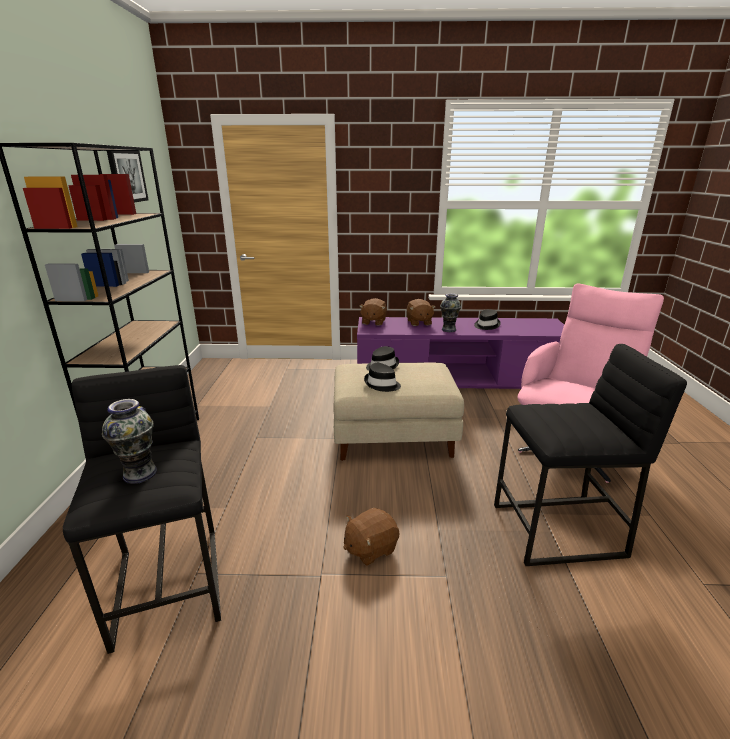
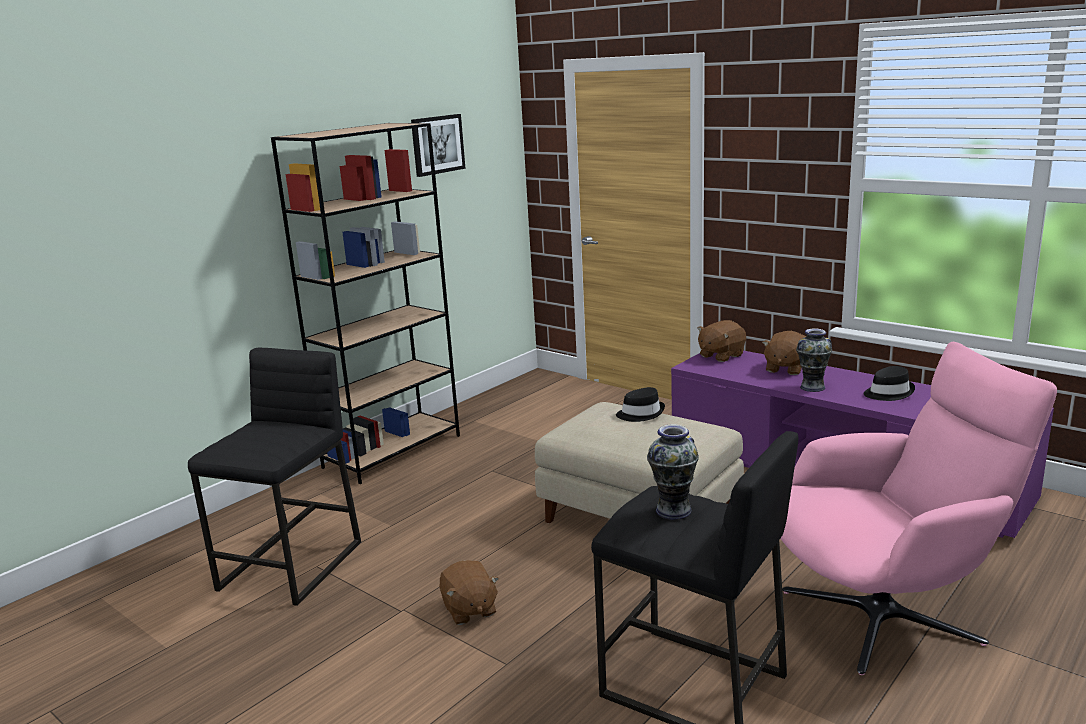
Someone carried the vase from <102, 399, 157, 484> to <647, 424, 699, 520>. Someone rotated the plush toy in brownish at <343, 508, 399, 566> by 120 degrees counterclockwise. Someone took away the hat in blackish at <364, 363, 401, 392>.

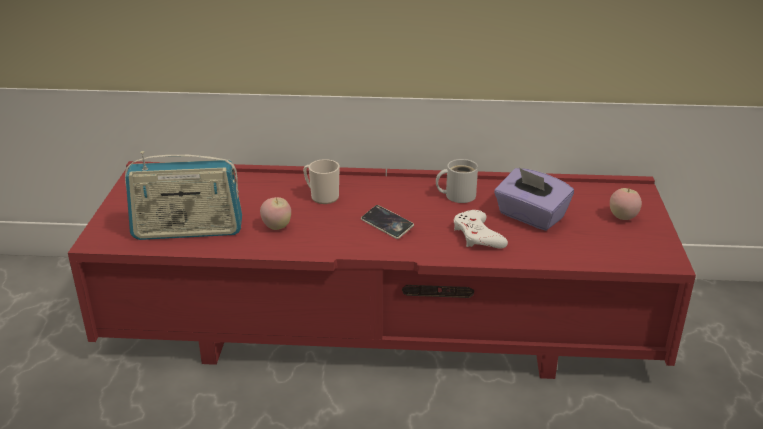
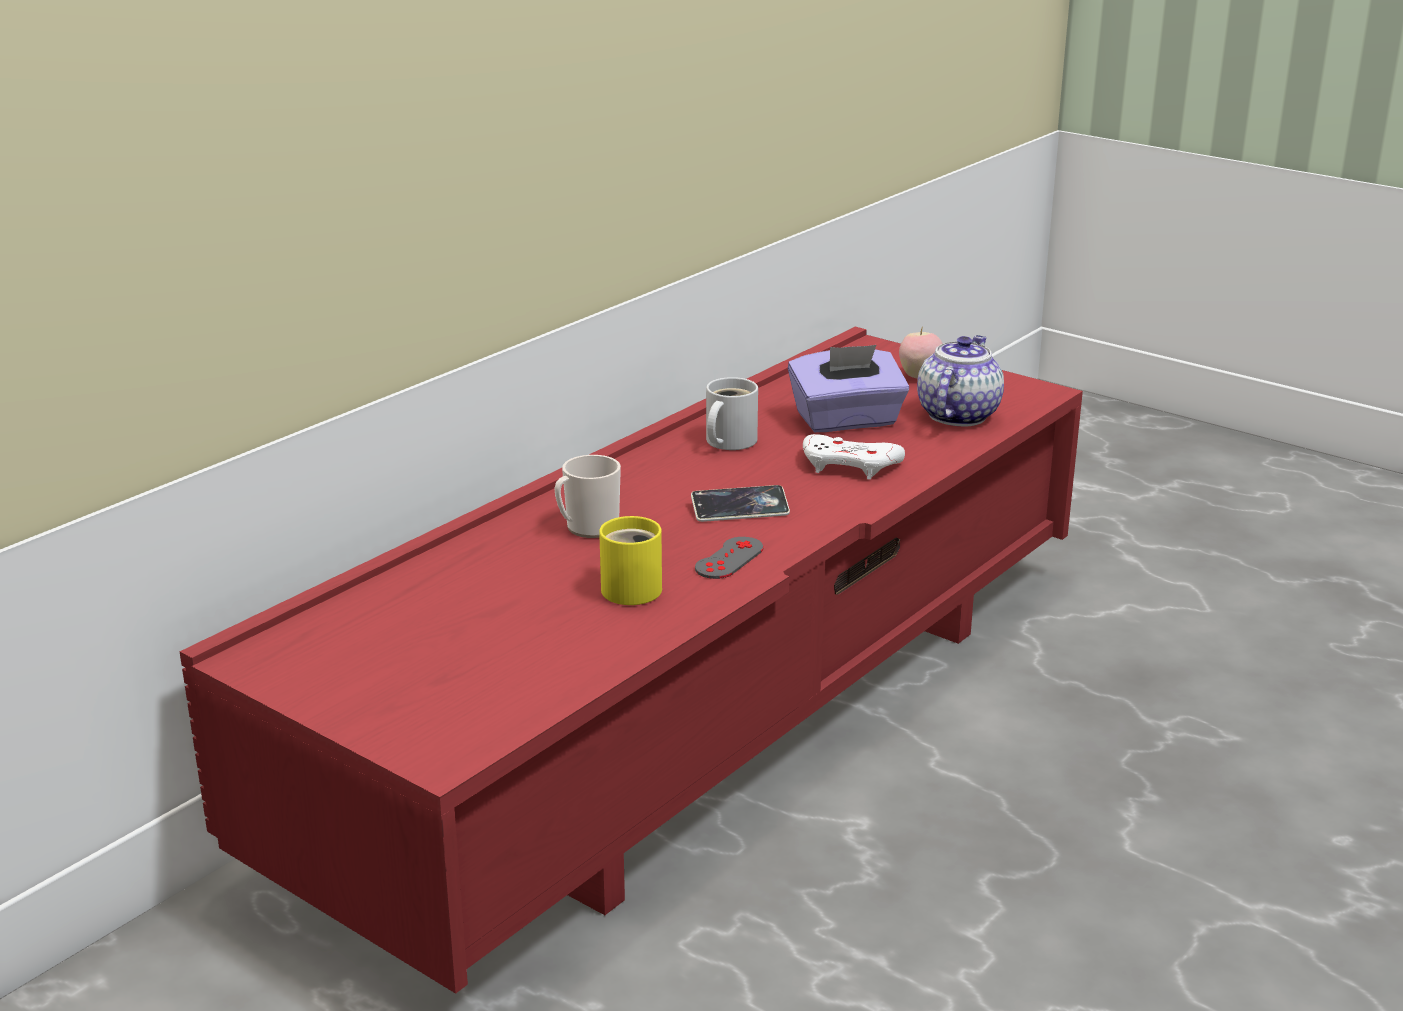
Someone took away the radio set at <125, 151, 242, 240>. Someone swapped the whole apple at <260, 197, 291, 230> for the tea mug in yellow at <599, 516, 662, 605>. Someone put down the joypad in grey at <695, 537, 764, 579>. Someone put down the teapot at <917, 335, 1004, 426>.

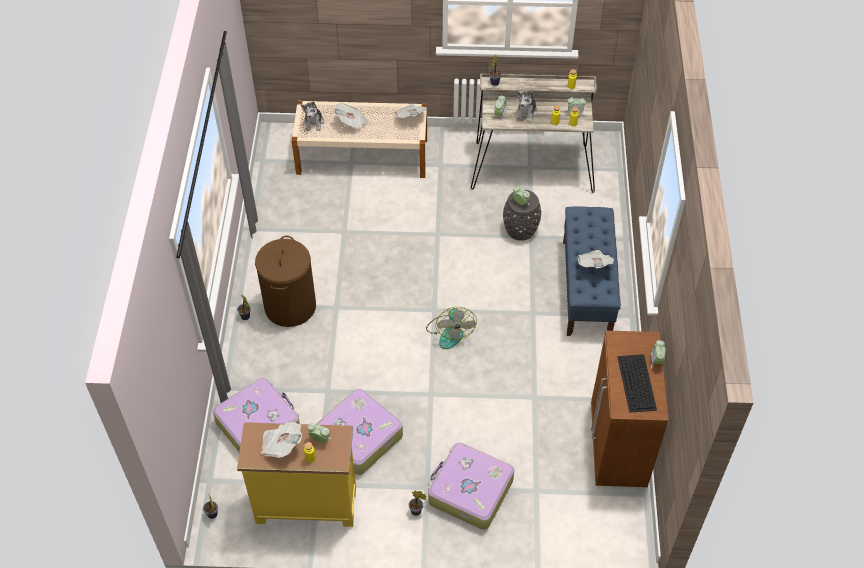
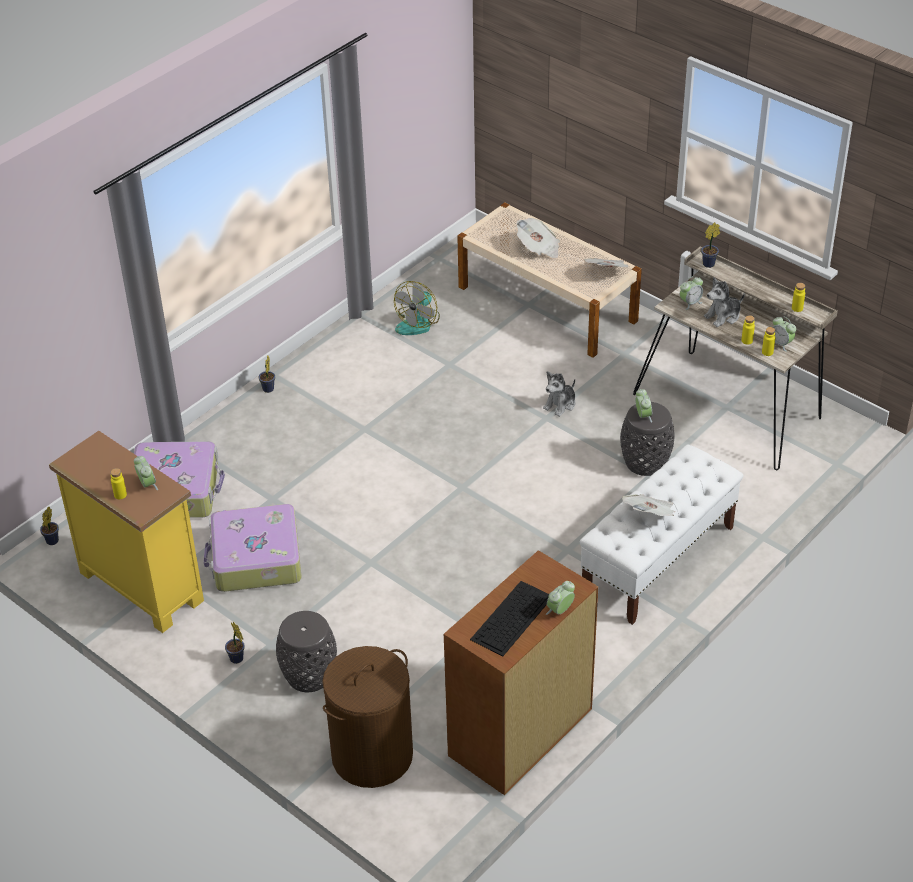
Someone carried the hamper in brownish from <255, 236, 316, 327> to <322, 646, 413, 788>. Someone took away the daily paper at <261, 421, 302, 458>. Someone carried the plush toy from <301, 101, 324, 131> to <543, 371, 576, 417>. Someone carried the cooling fan from <426, 307, 477, 349> to <394, 281, 440, 335>. Someone swapped the suitcase at <428, 443, 514, 530> for the stool in grey at <276, 611, 337, 692>. Someone repainted the bench in blue-coloured at <563, 207, 621, 336>, which became the bench in white-coloured at <580, 444, 743, 625>.

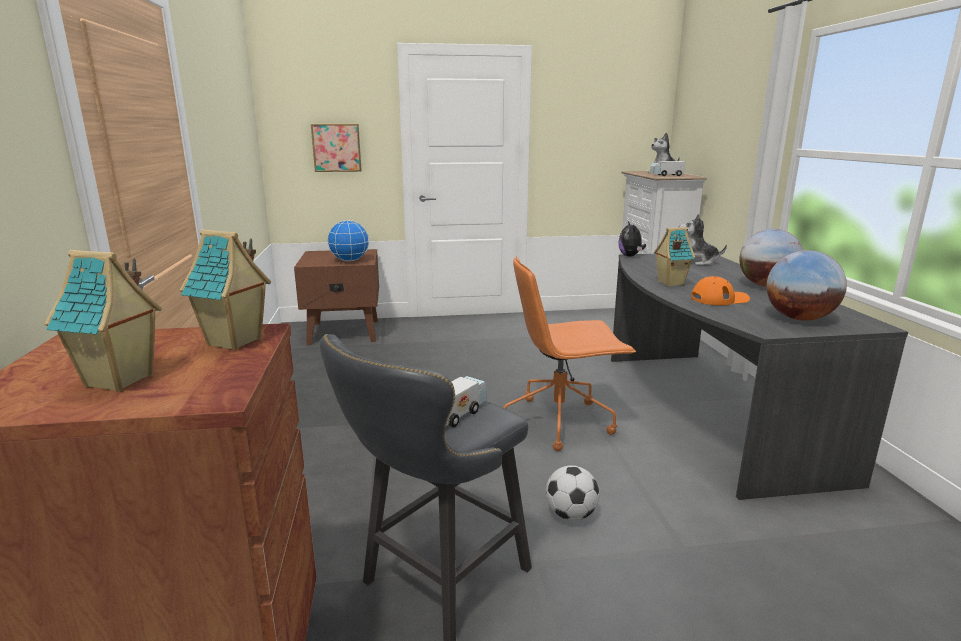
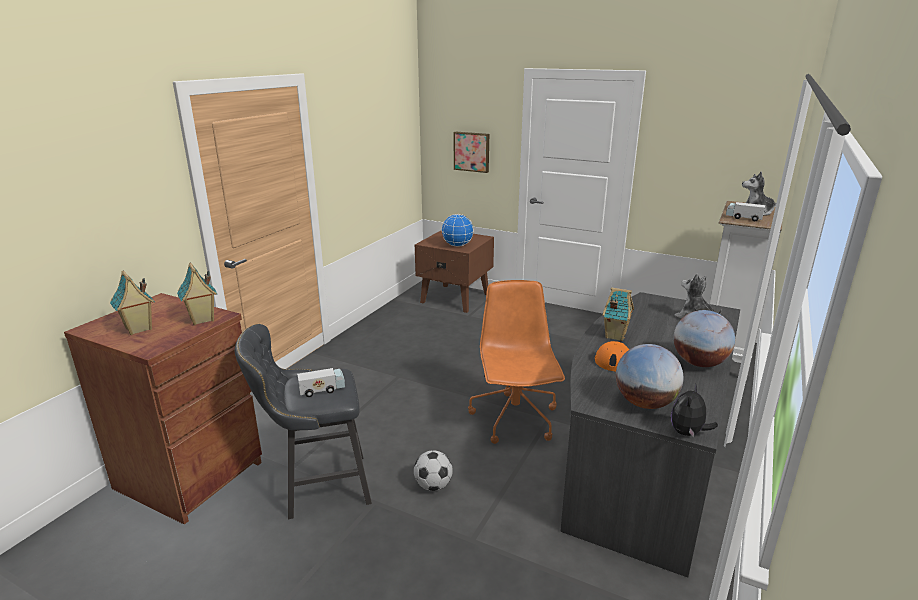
Someone rotated the computer chair in orangey at <504, 256, 636, 451> by 60 degrees clockwise. Someone carried the plush toy from <618, 221, 646, 256> to <671, 385, 718, 437>.

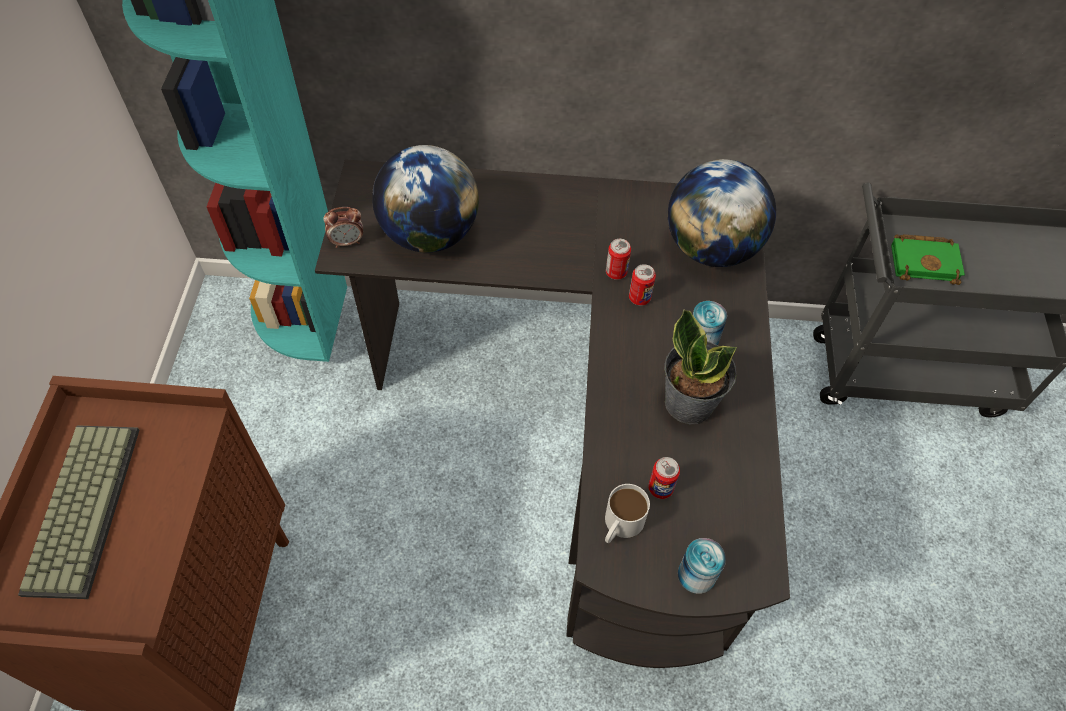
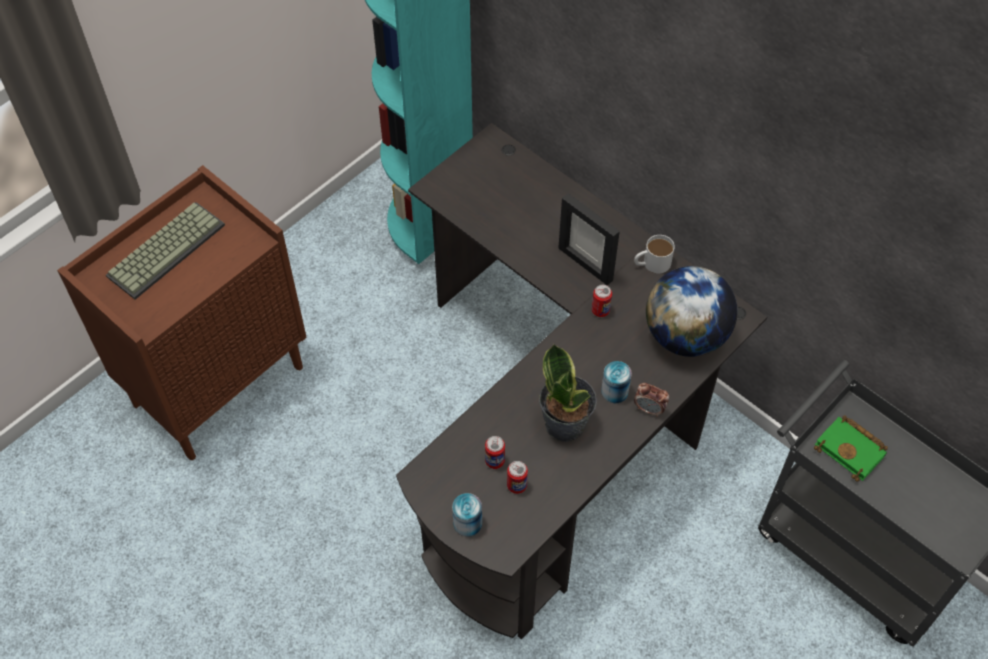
Someone carried the table clock from <323, 207, 363, 248> to <634, 383, 669, 416>. Someone took away the world globe at <372, 145, 479, 253>. Someone carried the tea mug in white-coloured from <605, 484, 650, 543> to <634, 235, 675, 274>. Someone carried the sealed can from <629, 264, 656, 305> to <507, 461, 528, 494>. Someone put down the standing frame at <558, 193, 620, 286>.

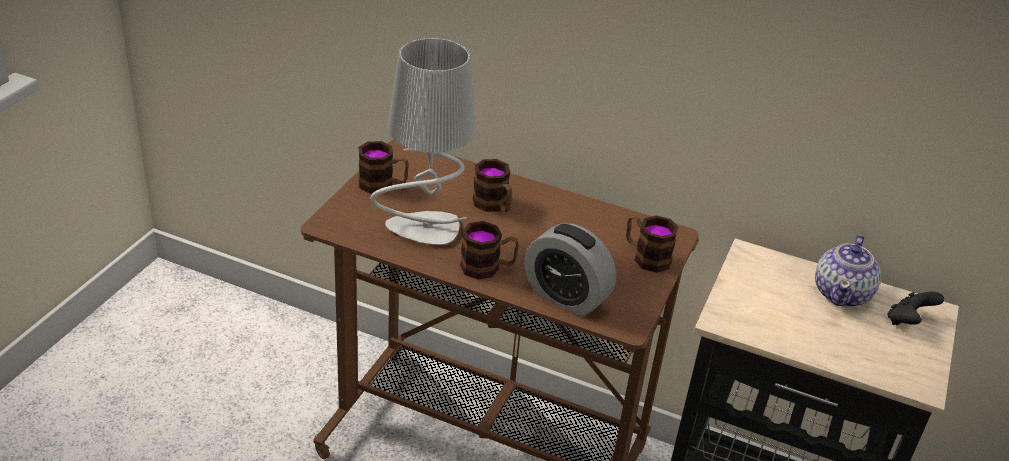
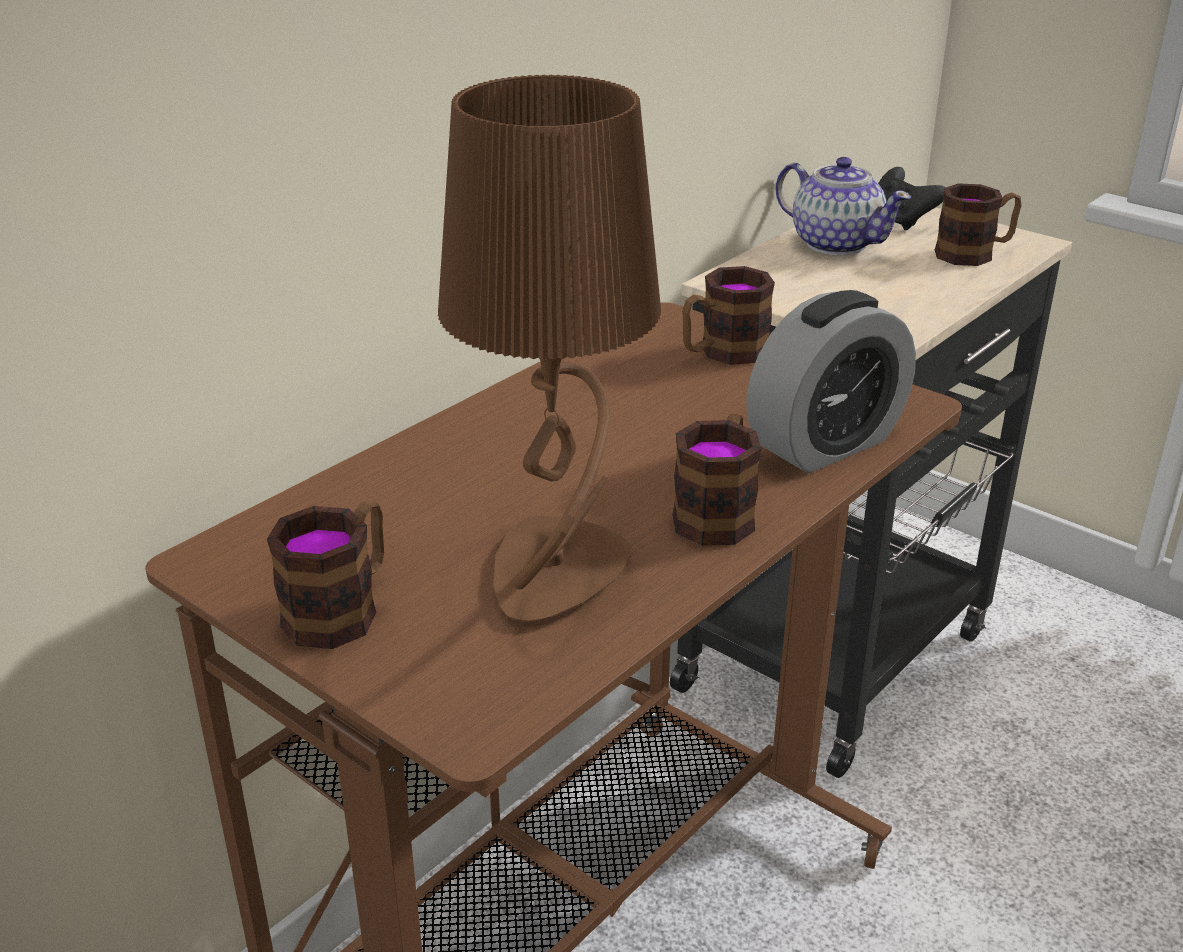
Someone repainted the lamp for a table in grey at <371, 38, 476, 245>, which became the lamp for a table in brownish at <438, 75, 661, 622>. Someone carried the tea mug from <473, 159, 512, 212> to <935, 183, 1022, 266>.

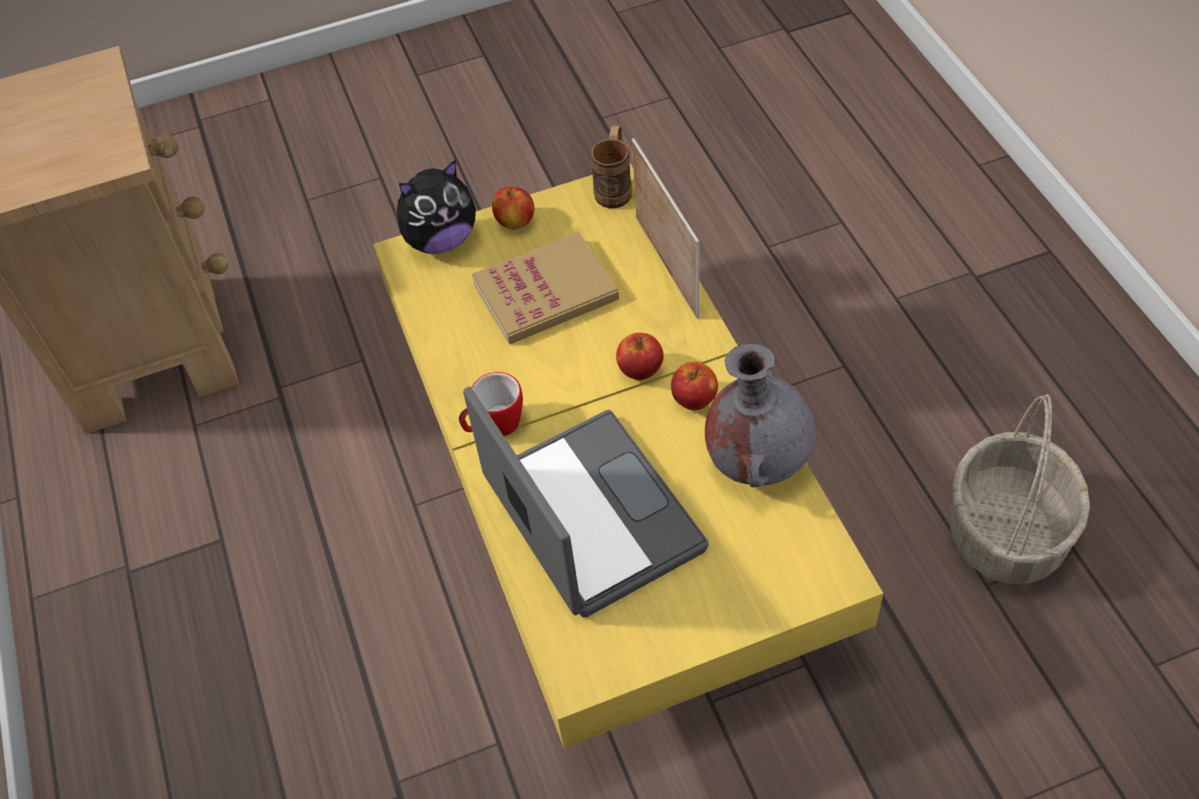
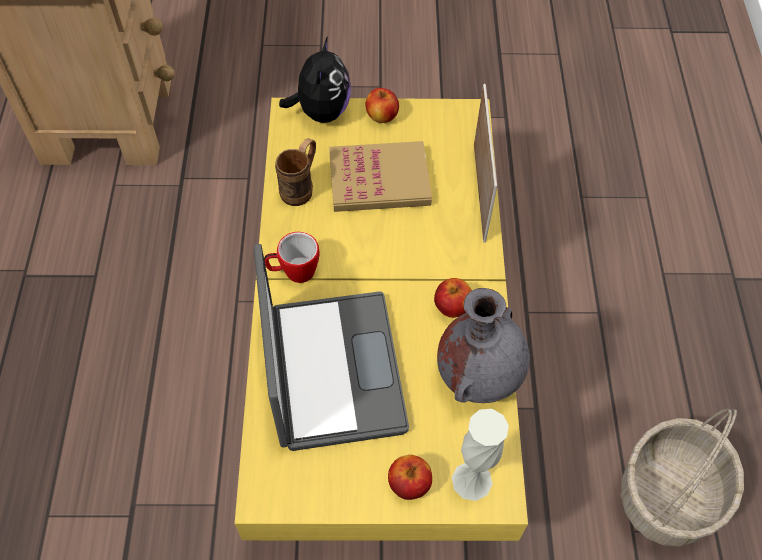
Someone rotated the plush toy at <397, 160, 476, 254> by 75 degrees counterclockwise. Someone carried the tea mug in brownish from <591, 125, 632, 208> to <275, 138, 316, 206>. Someone carried the whole apple from <616, 333, 664, 380> to <388, 455, 432, 500>. Someone put down the vase in white-coloured at <452, 409, 509, 501>.

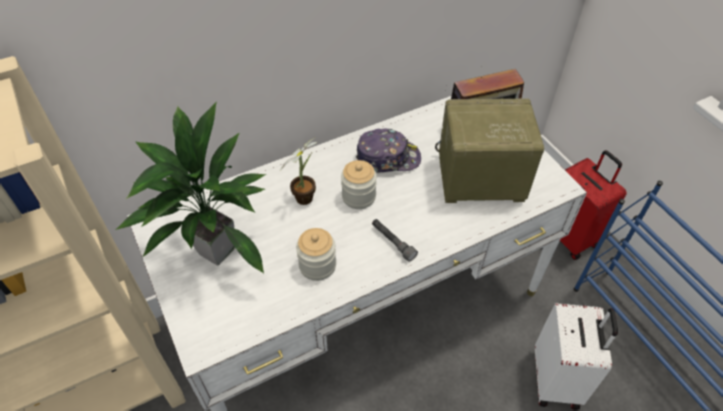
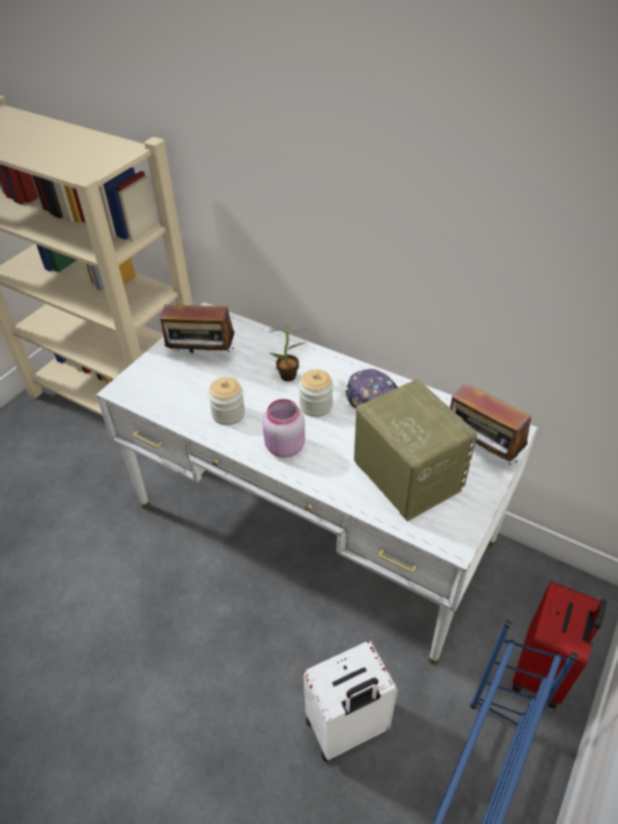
Someone swapped the potted plant at <115, 101, 266, 274> for the radio set at <160, 303, 234, 360>. Someone swapped the hand torch in grey at <372, 219, 418, 262> for the jar in pink at <262, 399, 305, 458>.

